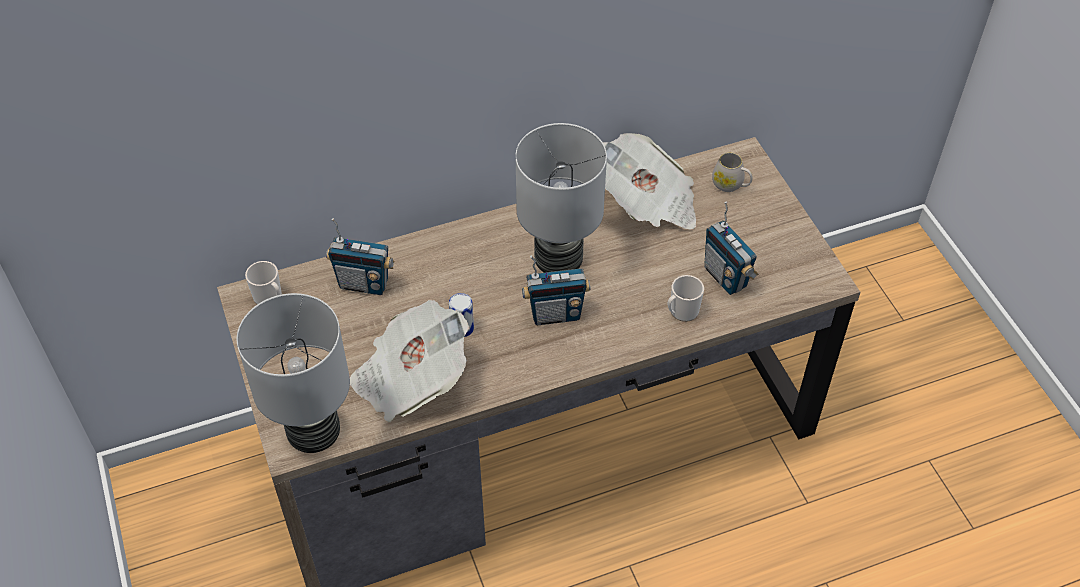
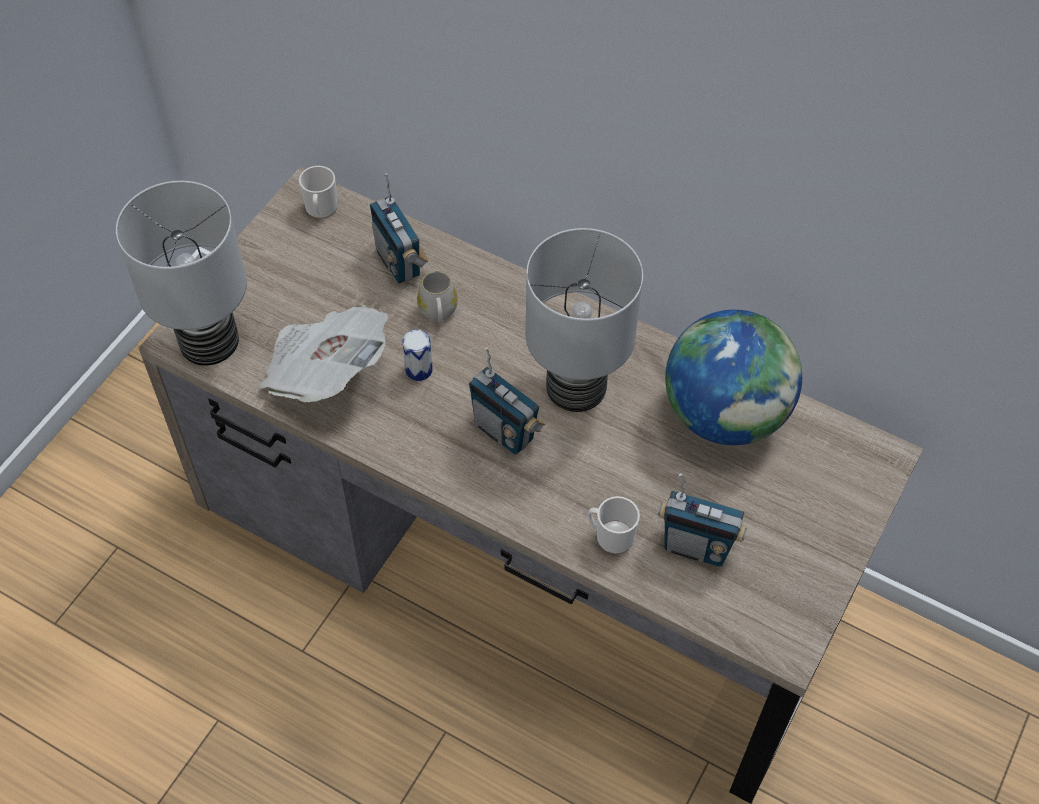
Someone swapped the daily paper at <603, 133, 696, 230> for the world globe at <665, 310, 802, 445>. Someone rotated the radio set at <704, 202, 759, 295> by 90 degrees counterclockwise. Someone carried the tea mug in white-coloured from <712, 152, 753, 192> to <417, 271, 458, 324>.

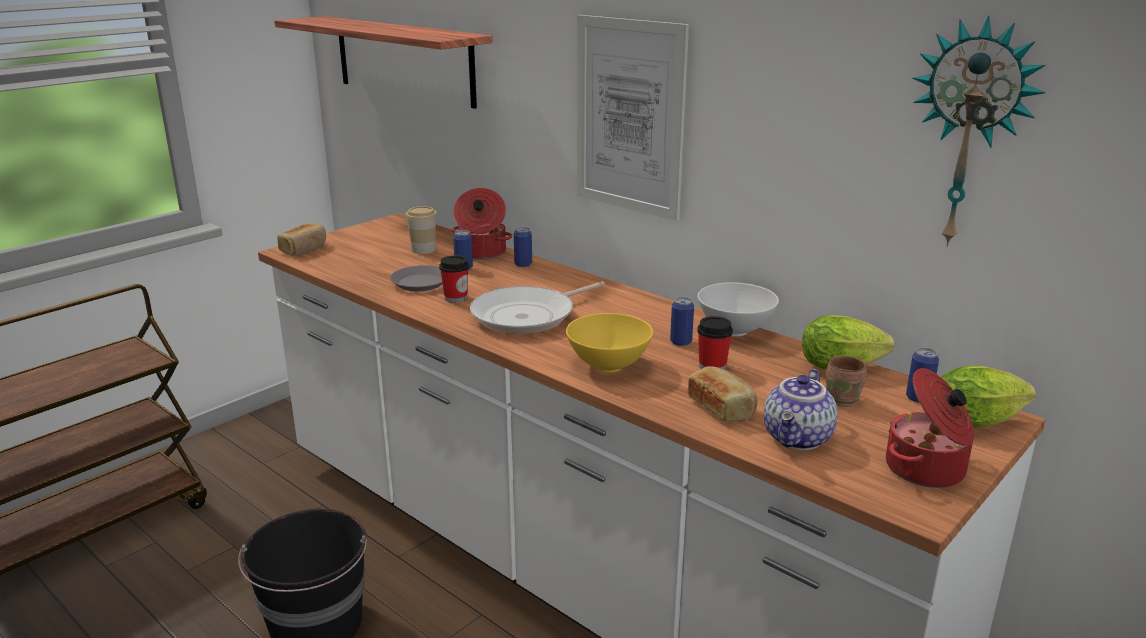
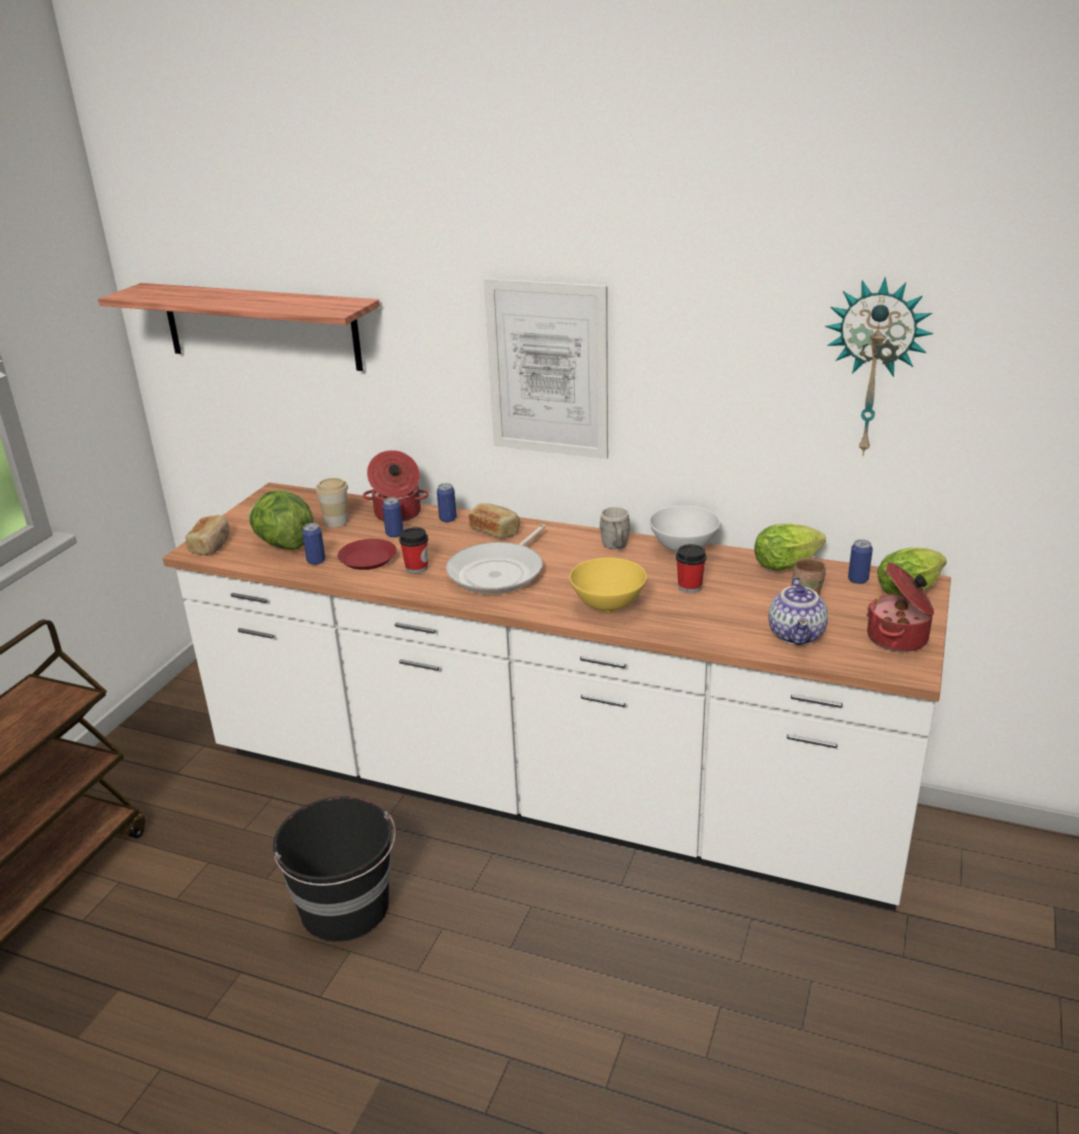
Someone repainted the plate in grey at <390, 265, 442, 291>, which became the plate in red at <337, 539, 397, 570>. Someone carried the sealed can from <670, 297, 694, 346> to <302, 523, 325, 565>. Someone carried the baked bread from <688, 366, 758, 422> to <468, 503, 520, 538>. Someone put down the lettuce at <248, 490, 313, 550>. Someone put down the tea mug in grey at <599, 507, 630, 549>.

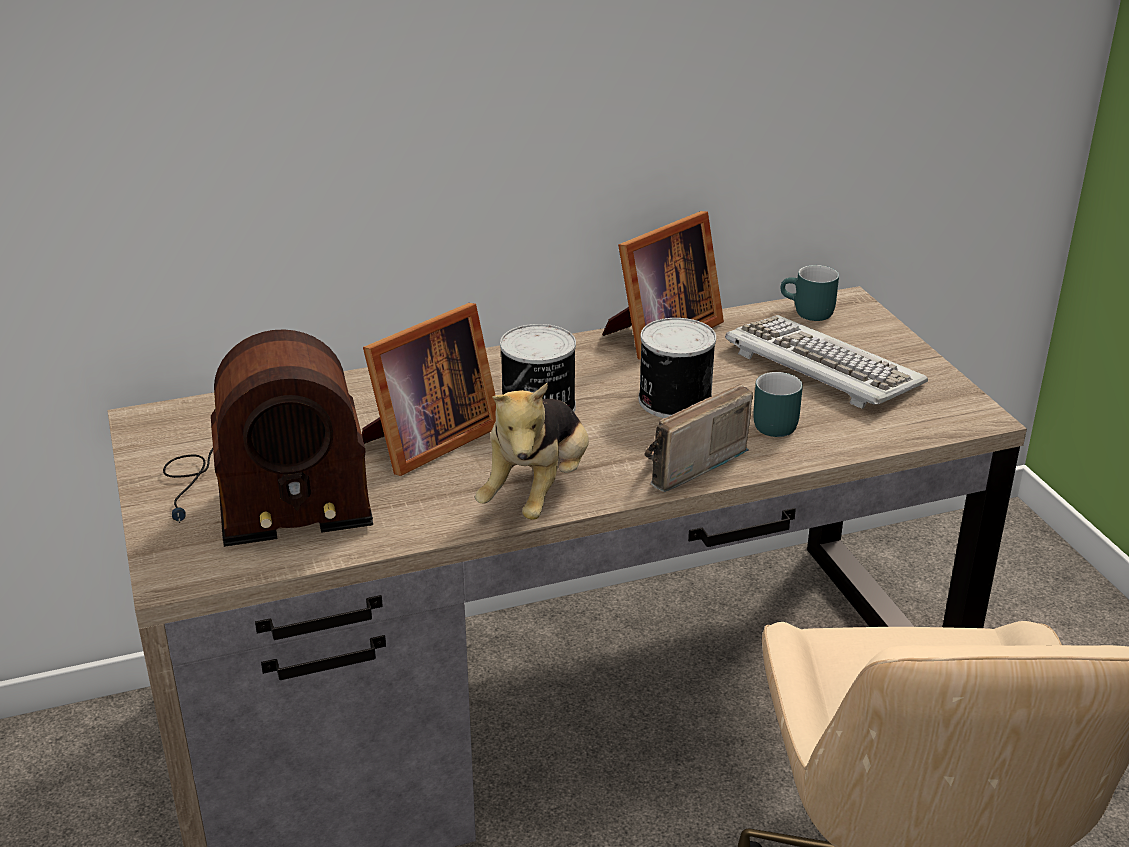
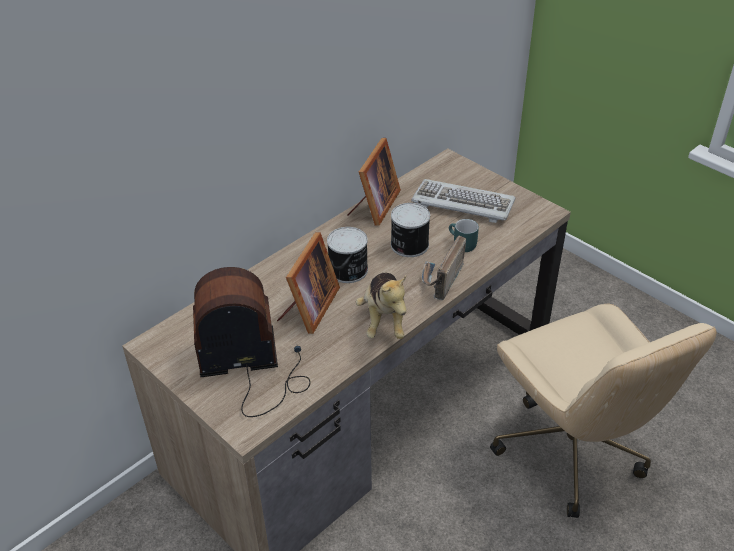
Someone rotated the radio set at <163, 329, 373, 547> by 150 degrees counterclockwise. Someone took away the tea mug in blue-green at <781, 265, 839, 321>.

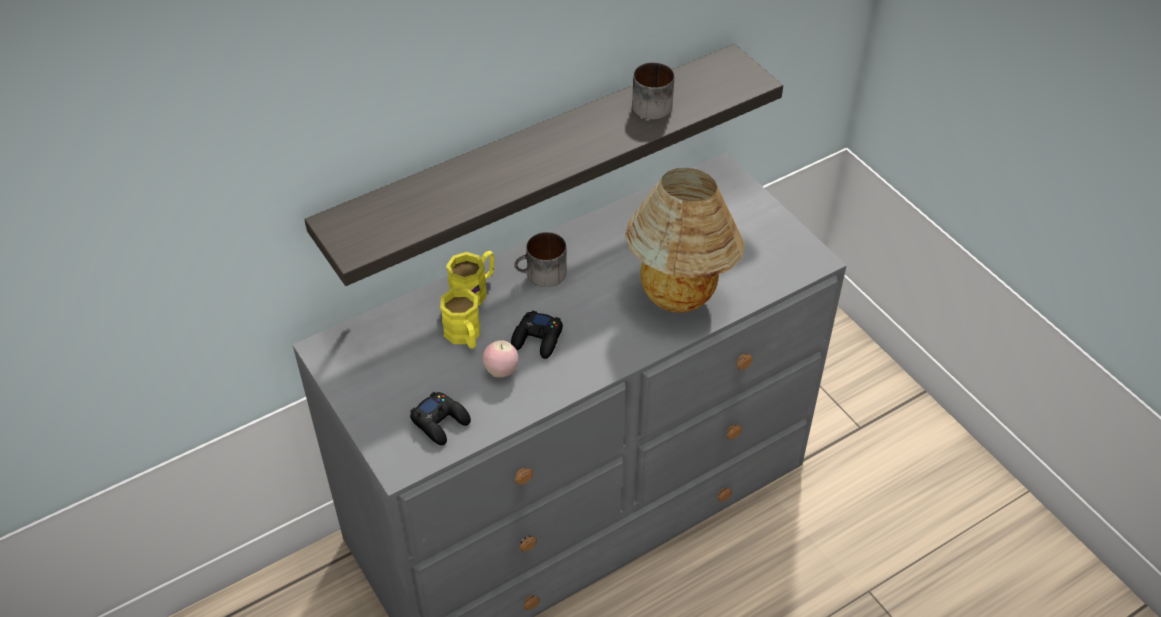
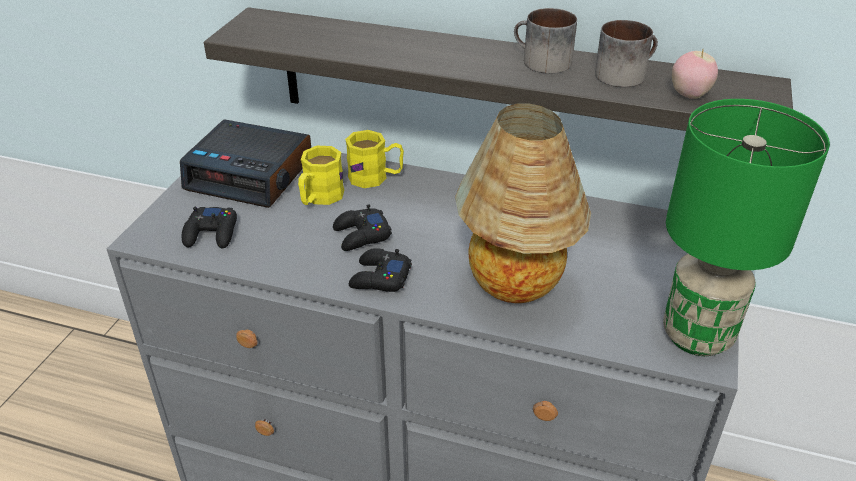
Someone carried the whole apple from <482, 340, 518, 377> to <672, 50, 718, 99>. Someone carried the tea mug from <514, 232, 567, 287> to <514, 8, 577, 74>. Someone put down the table clock at <180, 119, 311, 208>. Someone put down the joypad in blackish at <349, 248, 412, 292>. Someone put down the lamp for a table in green at <663, 99, 830, 356>.

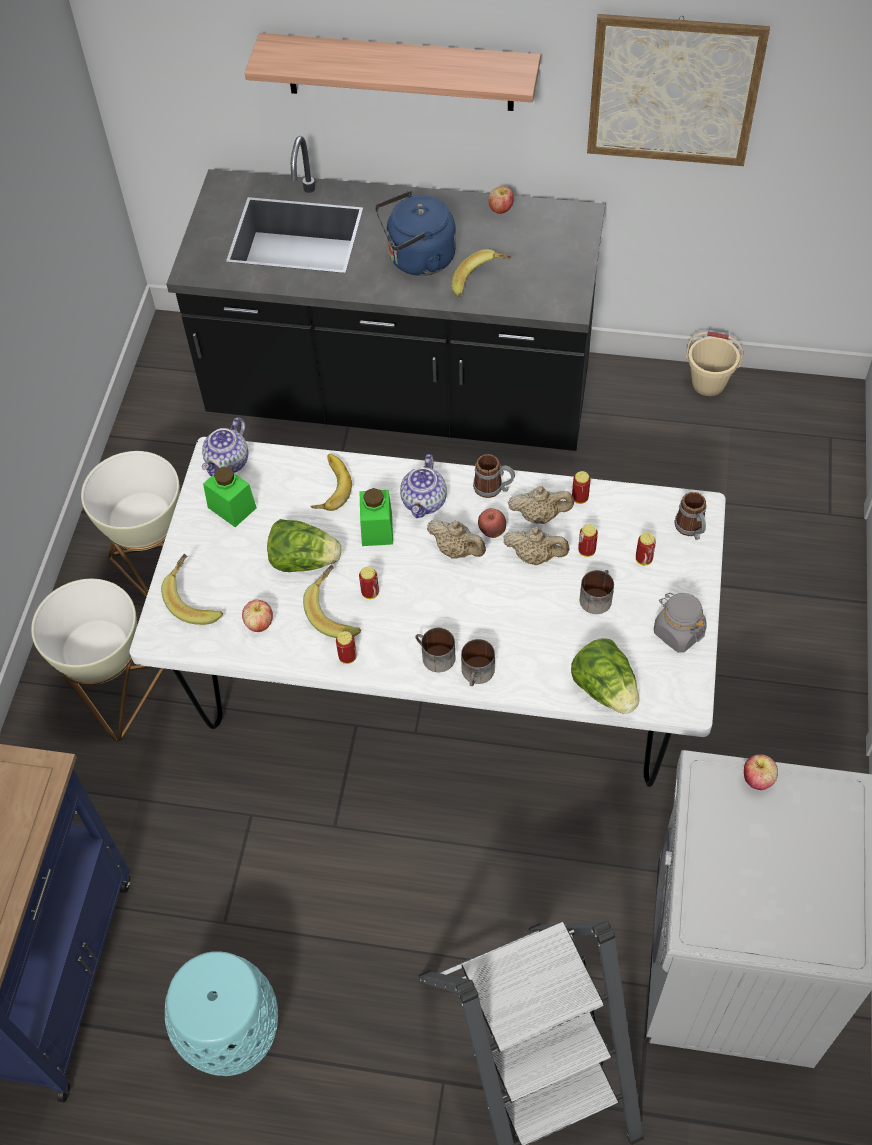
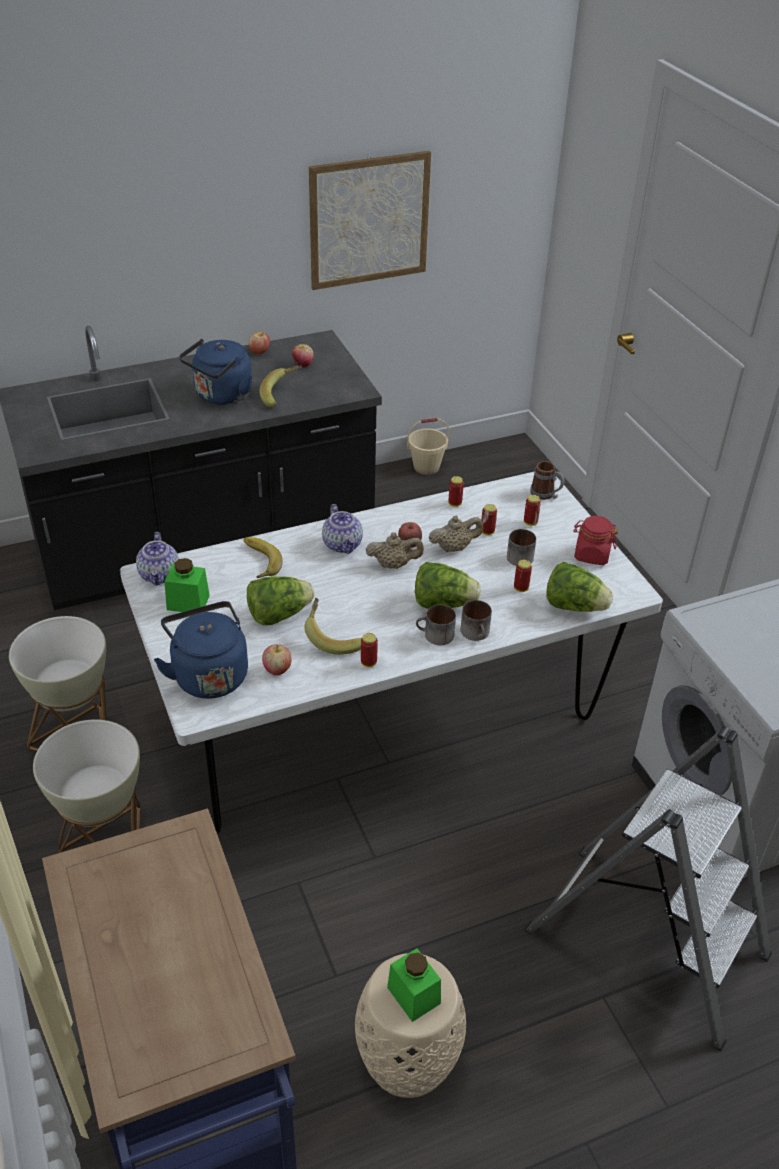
Someone swapped the whole banana at <161, 554, 223, 625> for the water kettle in blue-coloured at <154, 601, 248, 699>. Someone repainted the stool in blue-green at <165, 951, 278, 1076>, which became the stool in beige-coloured at <355, 953, 466, 1098>. Someone took away the bracket shelf at <245, 33, 541, 111>. Someone carried the jar in green from <359, 488, 393, 546> to <387, 948, 441, 1022>. Someone carried the sealed can from <359, 567, 379, 599> to <514, 560, 532, 592>. Someone took away the tea mug at <473, 454, 515, 498>. Someone took away the teapot in beige-coloured at <508, 486, 574, 524>. Someone repainted the jar in grey at <654, 593, 707, 652>, which became the jar in red at <573, 516, 618, 565>. Someone carried the whole apple from <744, 754, 778, 790> to <292, 344, 314, 367>. Someone put down the lettuce at <415, 562, 481, 609>.

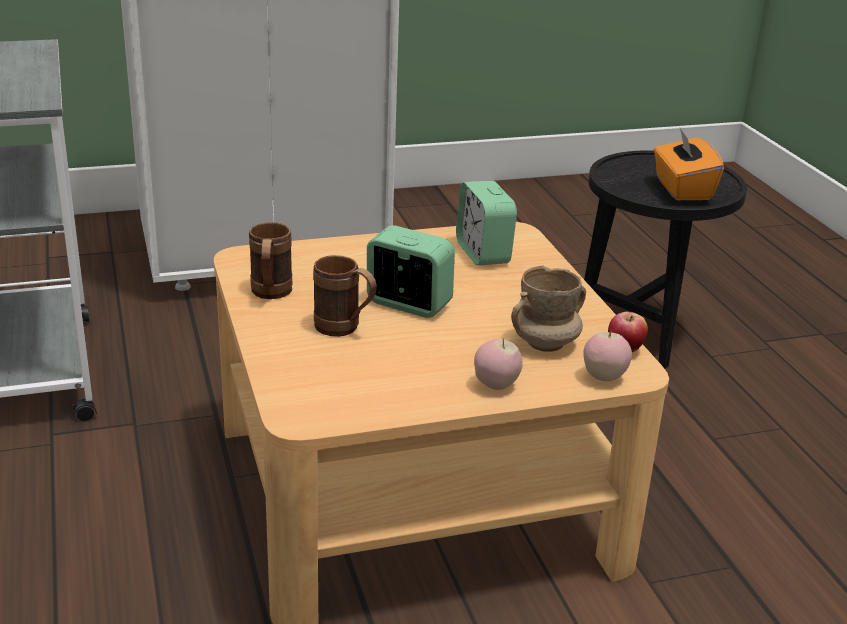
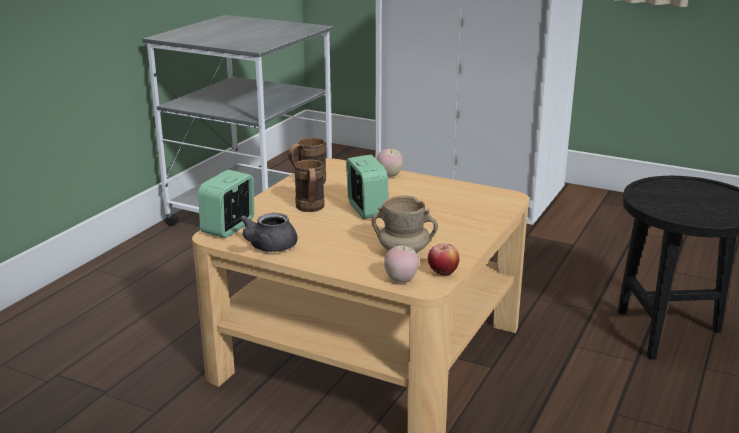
Someone carried the table clock from <456, 181, 517, 265> to <198, 170, 254, 238>. Someone carried the whole apple from <474, 339, 523, 390> to <377, 148, 403, 177>. Someone took away the box of tissues in orangey at <654, 128, 724, 200>. Someone put down the teapot in grey at <240, 213, 297, 252>.

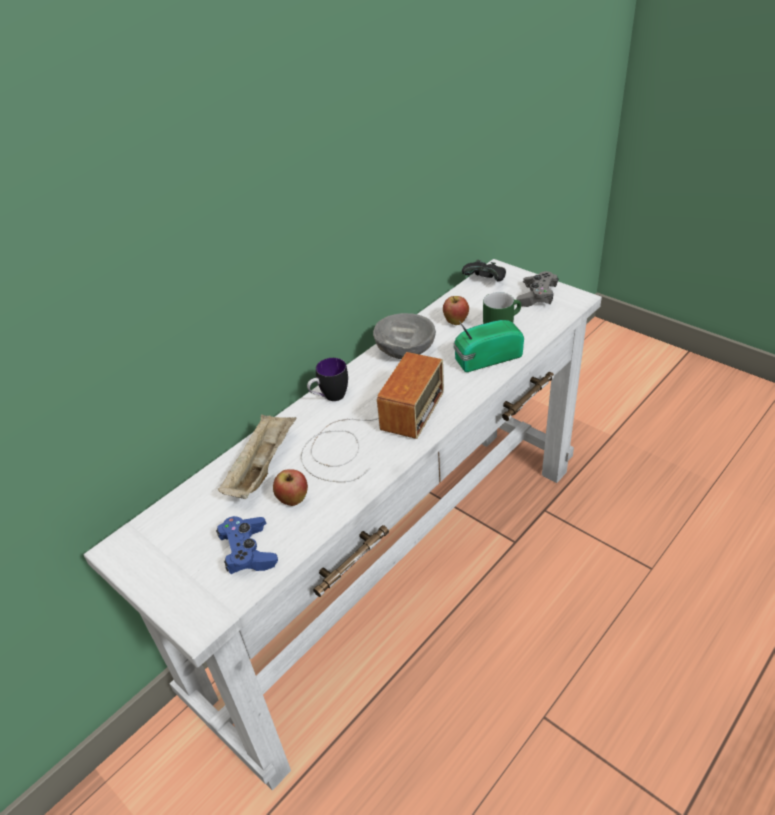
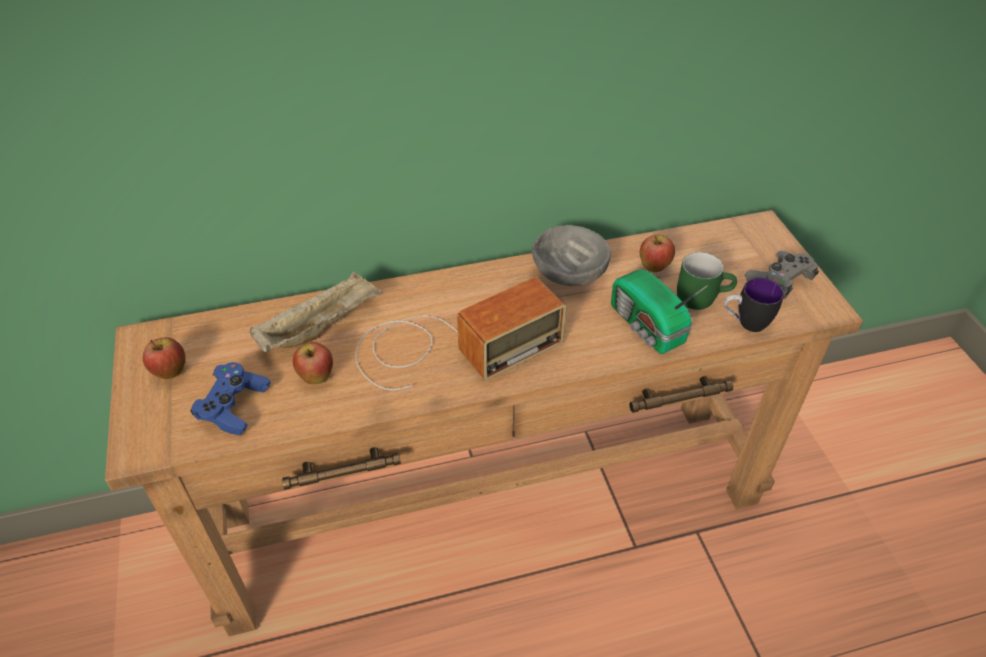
Someone repainted the narrow table in white-coloured at <84, 259, 602, 791>, which became the narrow table in brownish at <105, 210, 863, 636>. Someone carried the tea mug from <307, 358, 348, 401> to <724, 278, 784, 332>. Someone rotated the radio set at <453, 320, 524, 372> by 135 degrees counterclockwise. Someone took away the joypad in blackish at <462, 260, 506, 281>. Someone put down the whole apple at <143, 337, 185, 379>.

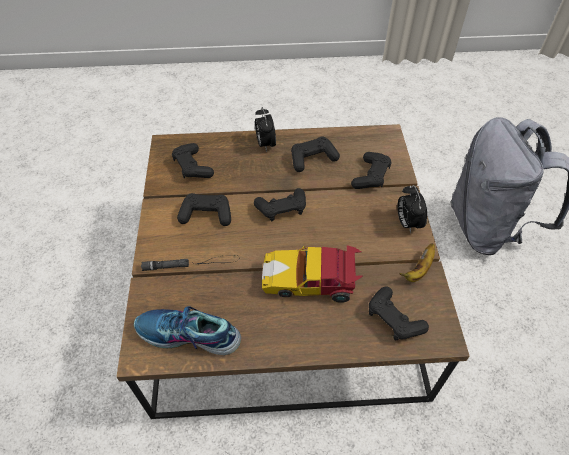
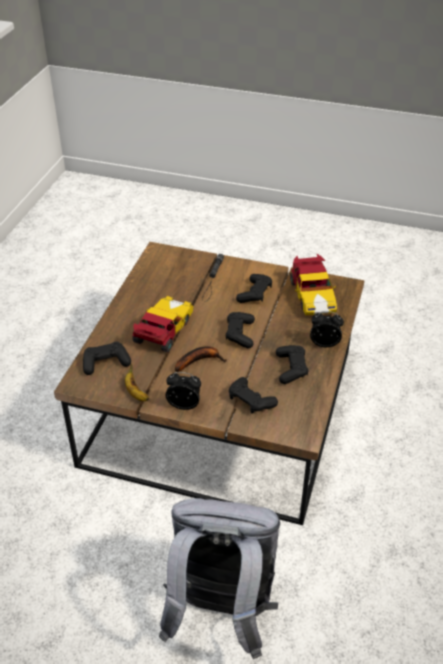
Someone took away the shoe at <134, 306, 241, 355>. Someone swapped the joypad in blackish at <172, 143, 214, 178> for the toy car at <290, 254, 337, 315>. Someone put down the whole banana at <175, 346, 227, 372>.

